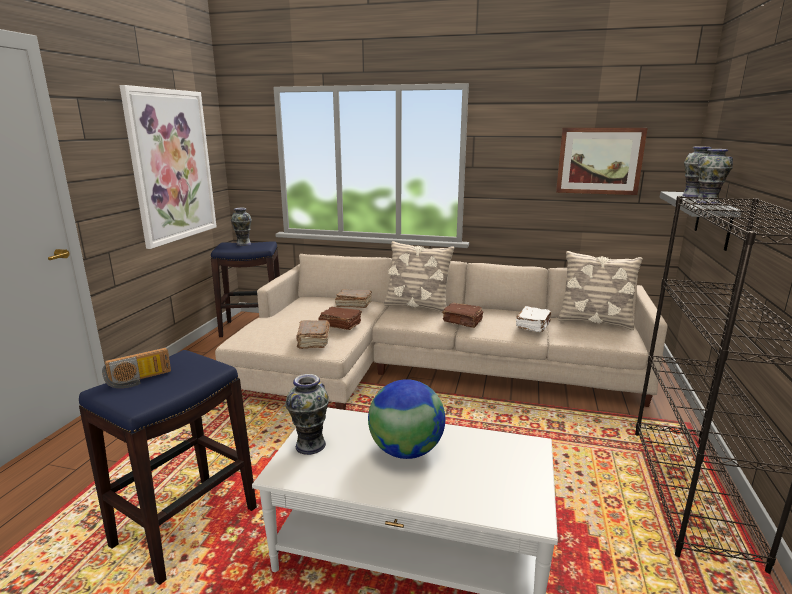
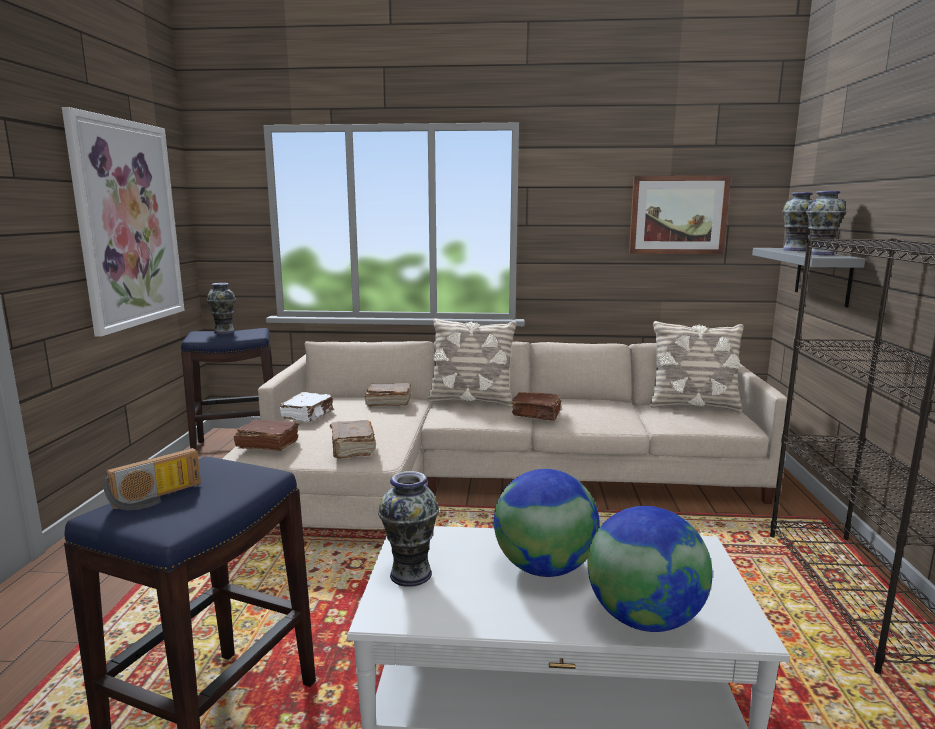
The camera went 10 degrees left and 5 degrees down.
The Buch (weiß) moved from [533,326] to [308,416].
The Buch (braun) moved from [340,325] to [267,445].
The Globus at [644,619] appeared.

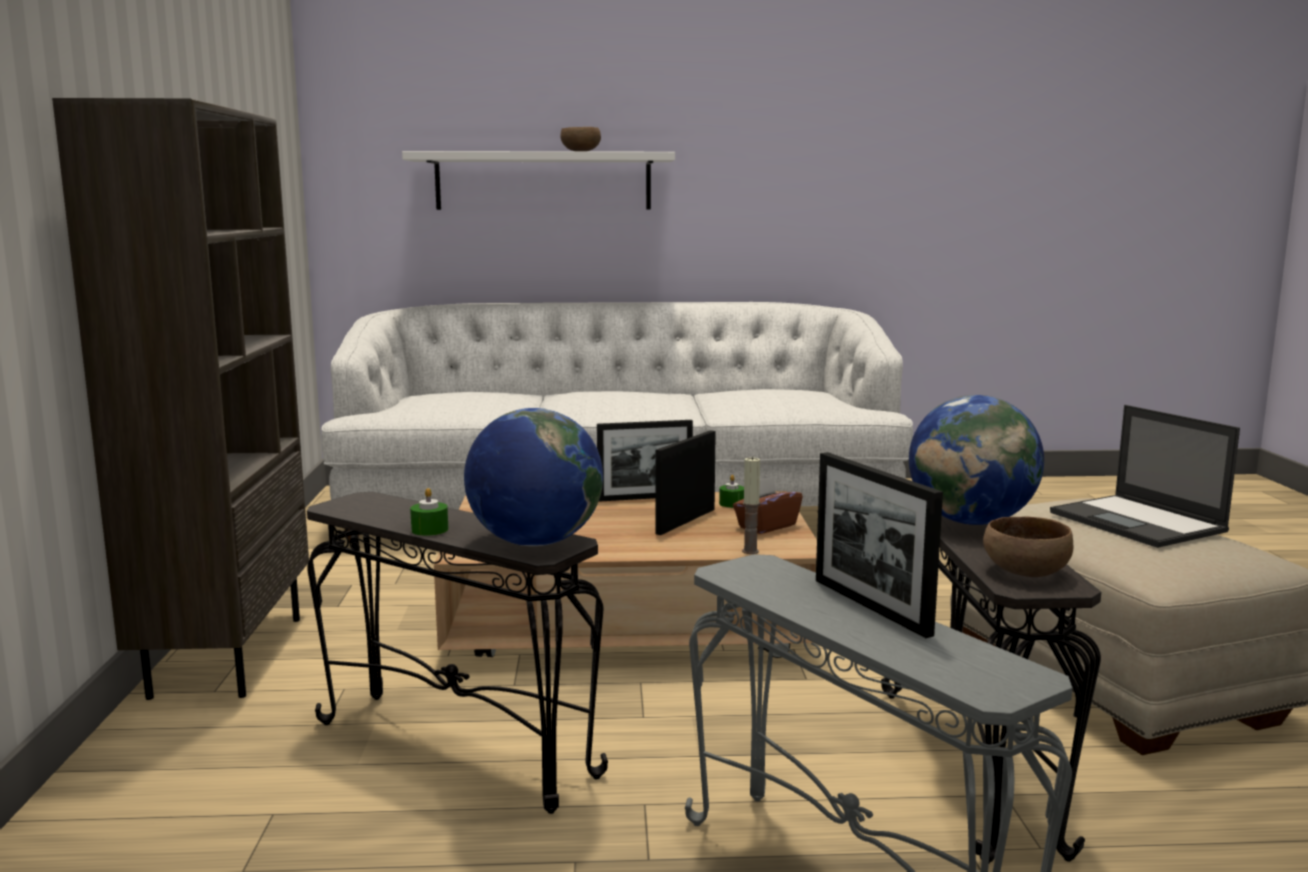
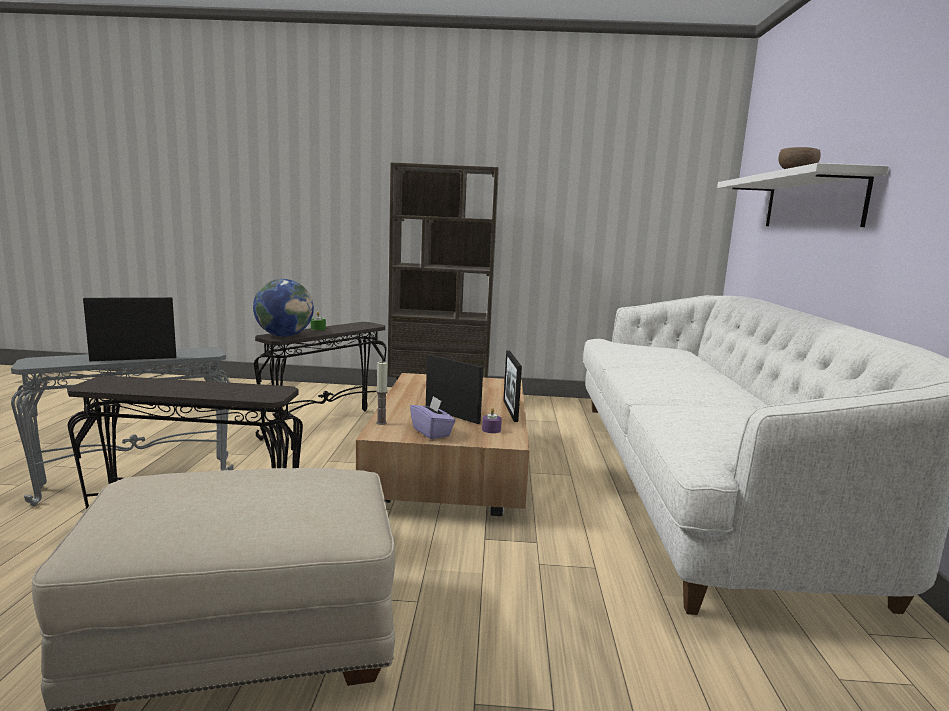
The camera went 95 degrees right and 0 degrees up.
The Globus at [971,521] disappeared.
The Laptop at [1138,522] disappeared.
The Kerze (grün) at [731,504] became the Kerze (lila) at [491,429].
The Taschentuchbox (braun) at [766,526] became the Taschentuchbox (lila) at [432,432].
The Schüssel (braun) at [1024,572] disappeared.

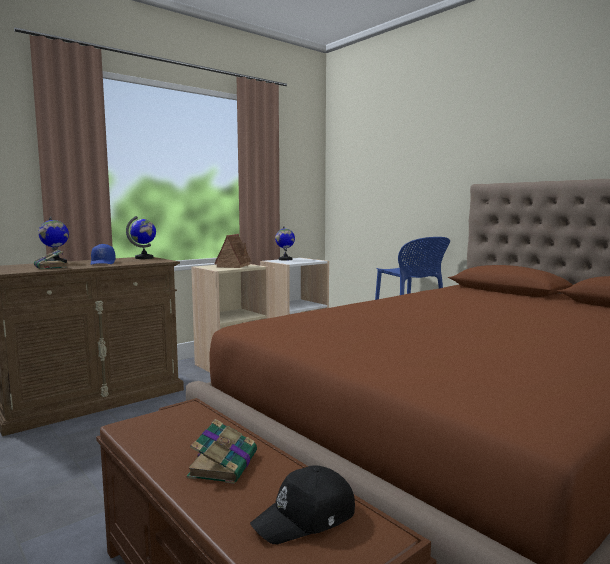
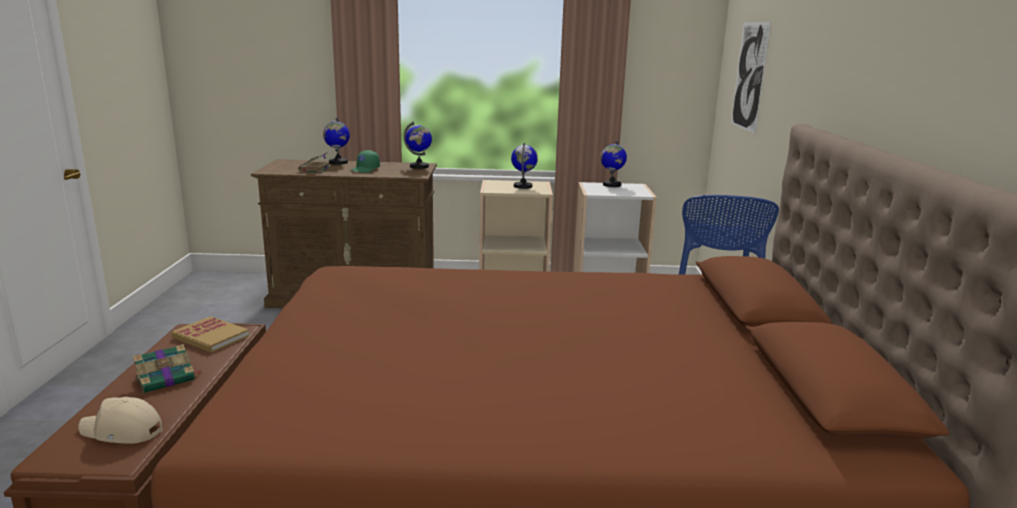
The camera went 40 degrees right and 10 degrees up.
The Spielzeughaus at [234,265] was replaced by the Globus at [523,186].
The Kappe (blau) at [103,263] became the Kappe (grün) at [365,169].
The Kappe (schwarz) at [306,518] became the Kappe (beige) at [122,431].
The Bild at [749,76] appeared.
The Buch at [211,337] appeared.

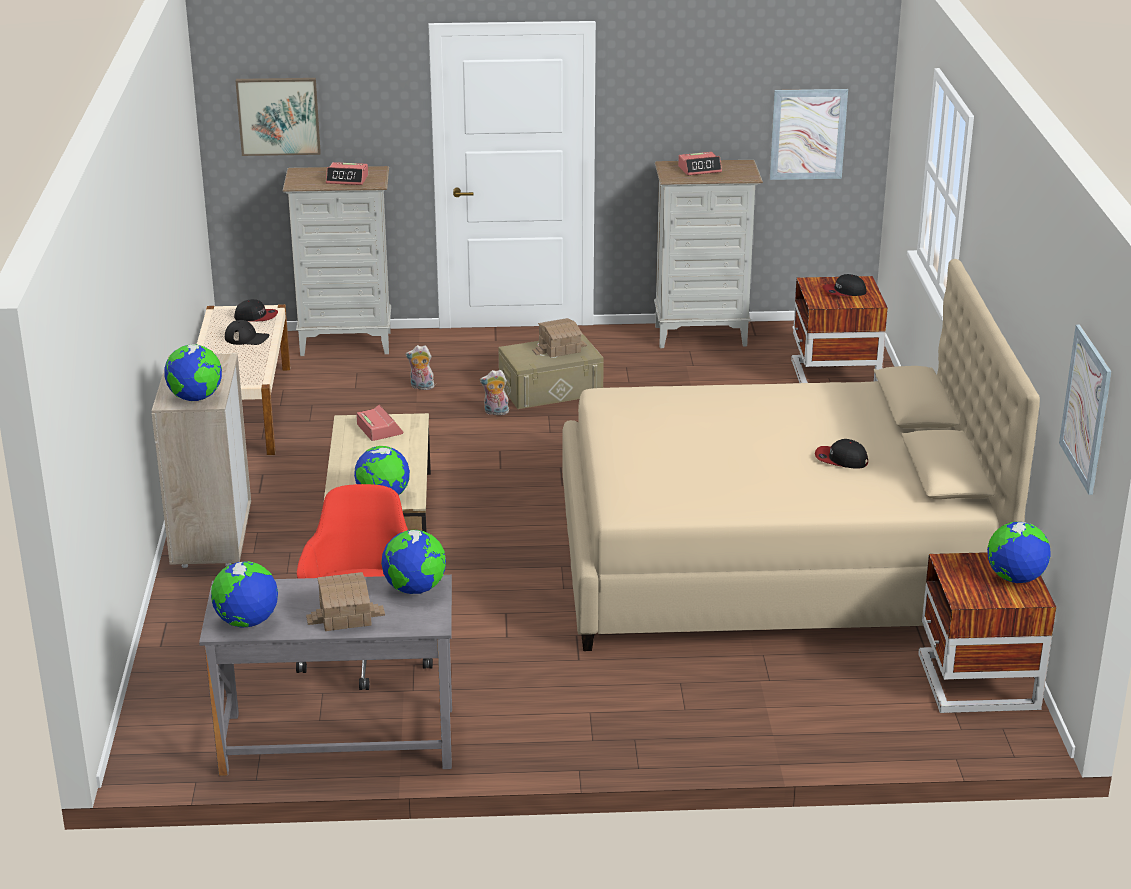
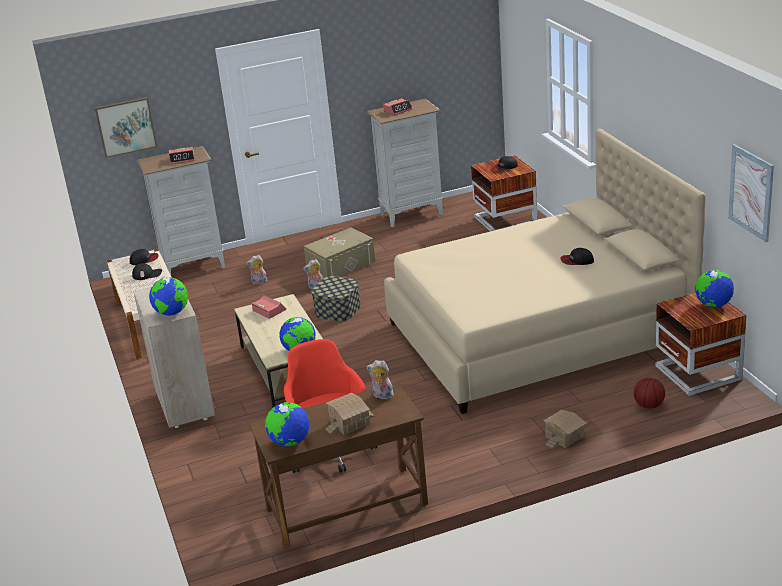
The camera went 15 degrees left and 0 degrees up.
The Bild at [808,134] disappeared.
The Spielzeughaus moved from [559,348] to [564,436].
The Globus at [415,589] was replaced by the Plüschtier at [381,396].
The Schreibtisch (grau) at [338,741] became the Schreibtisch (braun) at [346,507].
The Aufbewahrungsbox at [337,310] appeared.
The Basketball at [649,405] appeared.

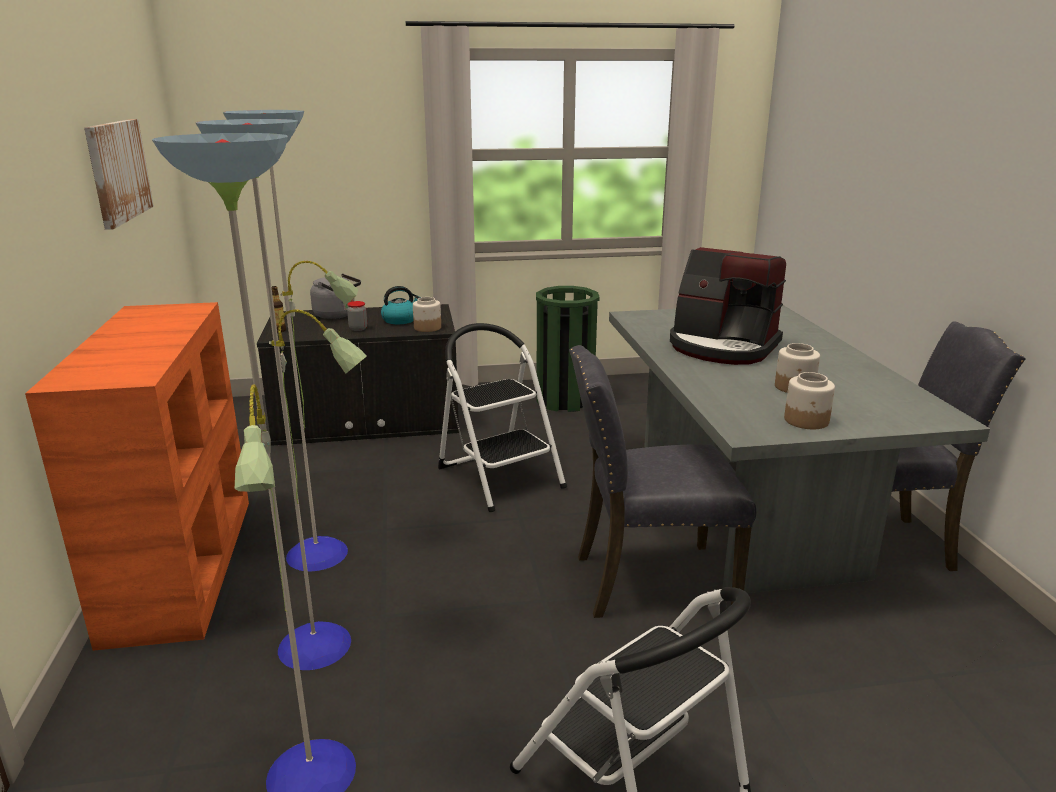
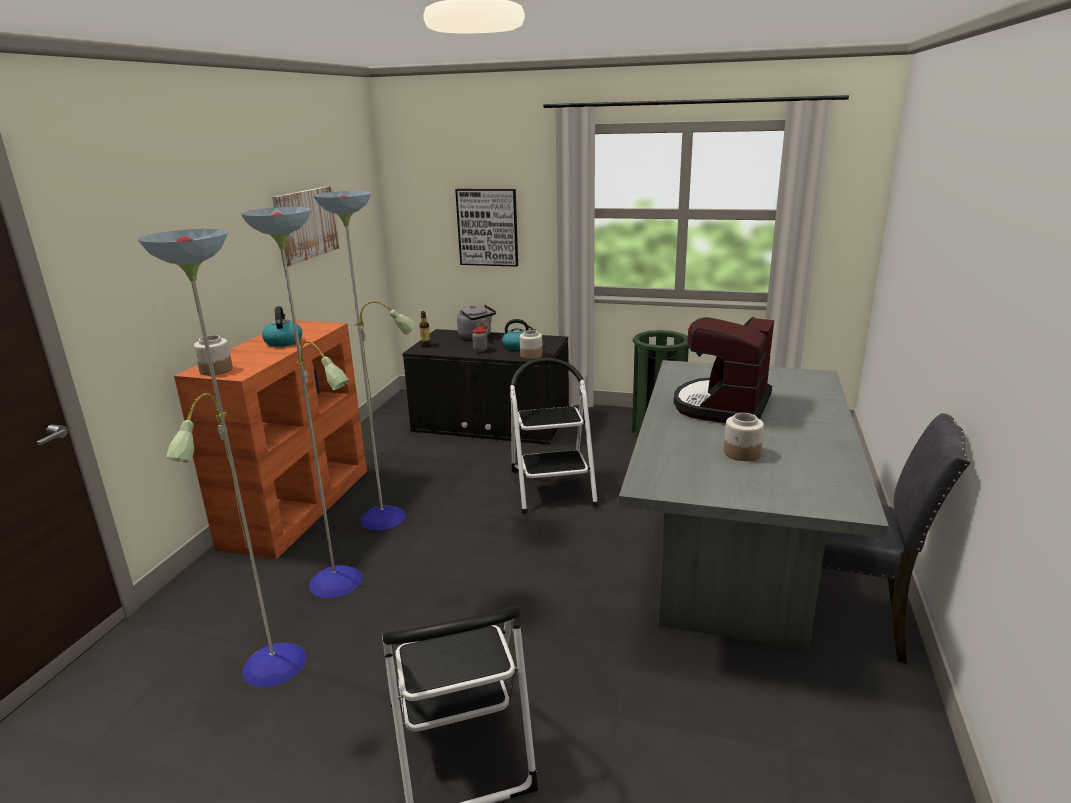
The camera went 25 degrees right and 0 degrees up.
The Kaffeemaschine at [722,347] turned 60 degrees clockwise.
The Stuhl (grau) at [648,582] disappeared.
The Vorratsglas moved from [806,421] to [216,370].
The Bild at [488,227] appeared.
The Wasserkessel at [283,342] appeared.

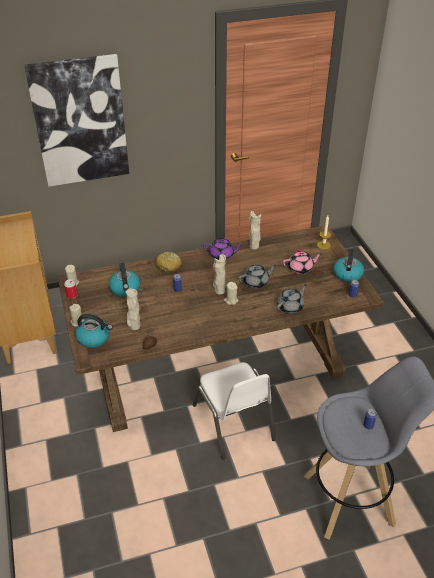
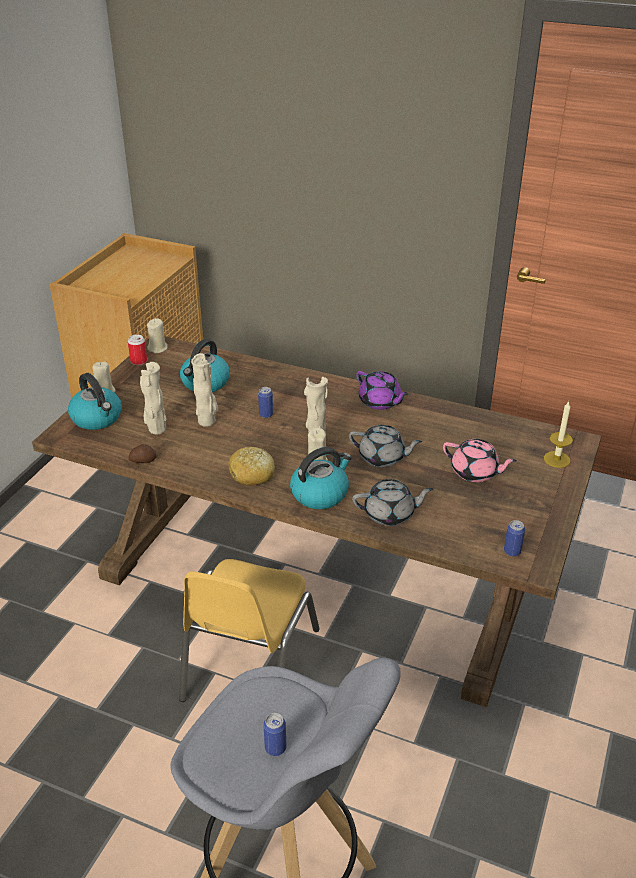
The camera went 40 degrees right and 5 degrees down.
The Bild at [80,122] disappeared.
The Vase (beige) moved from [254,246] to [207,422].
The Wasserkessel moved from [347,274] to [320,493].
The Brot moved from [169,266] to [252,474].
The Stuhl (weiß) at [233,422] became the Stuhl (gelb) at [249,664].

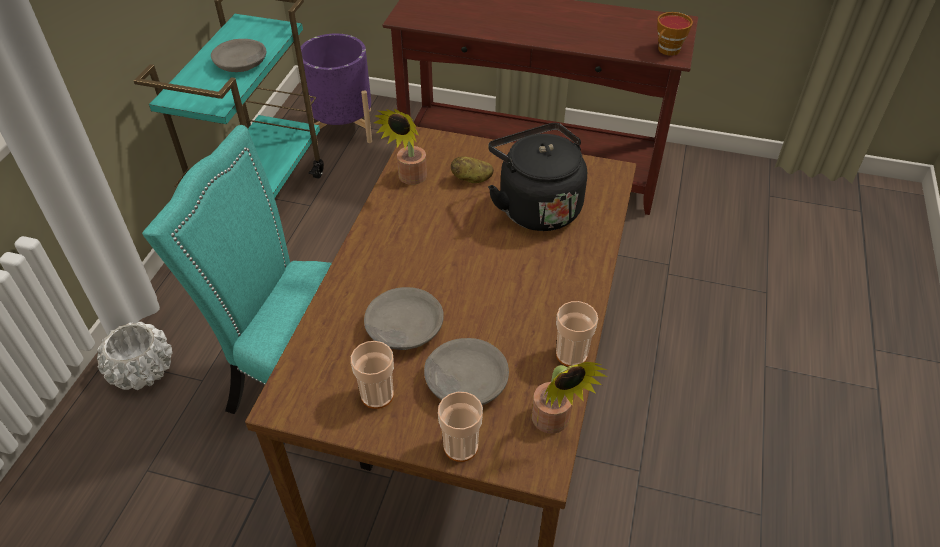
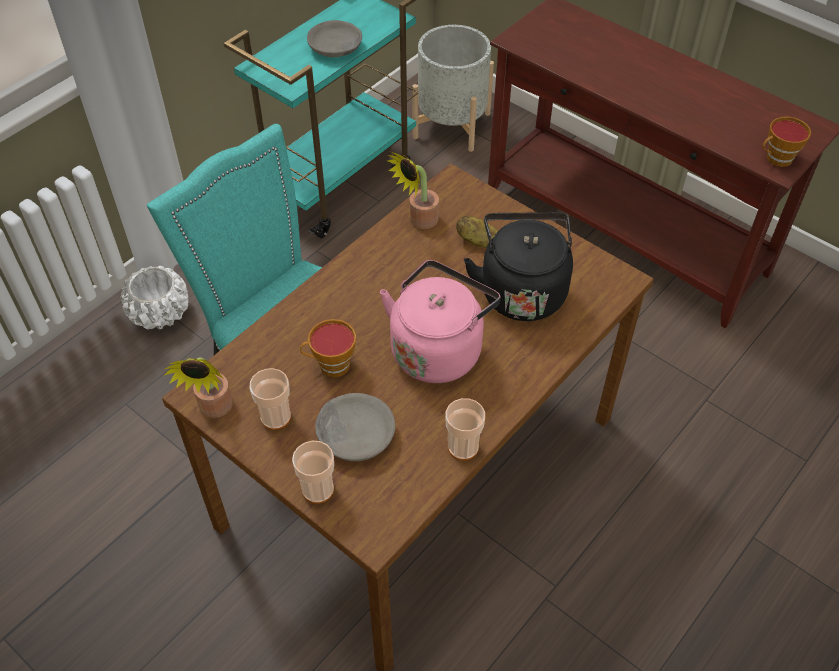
The camera went 25 degrees right and 5 degrees up.
The Pflanzkübel (lila) at [342,127] became the Pflanzkübel (grau) at [451,125].
The Schüssel (grau) at [403,328] was replaced by the Tasse at [330,365].
The Topfpflanze moved from [554,424] to [214,410].
The Wasserkessel (rosa) at [438,349] appeared.

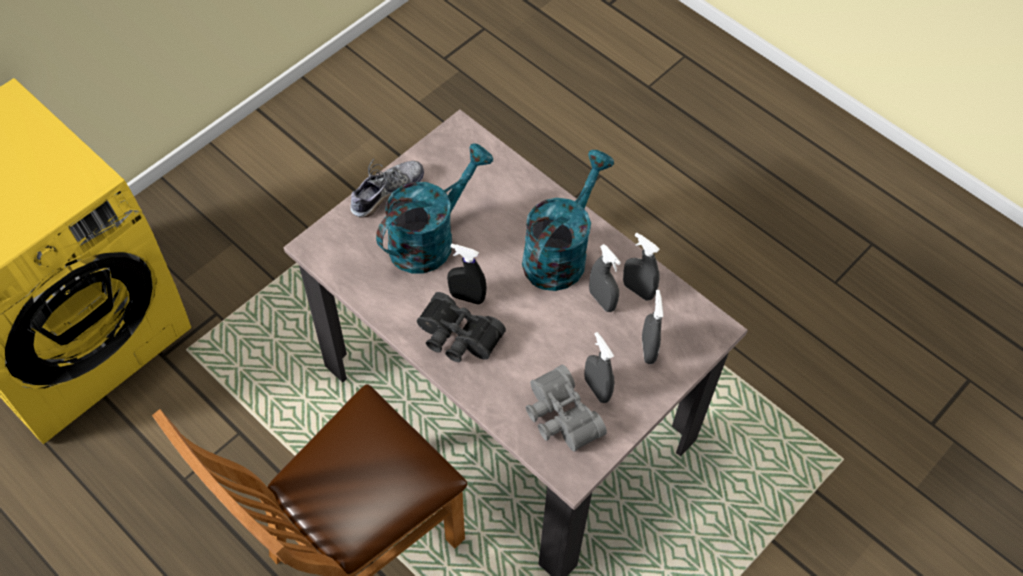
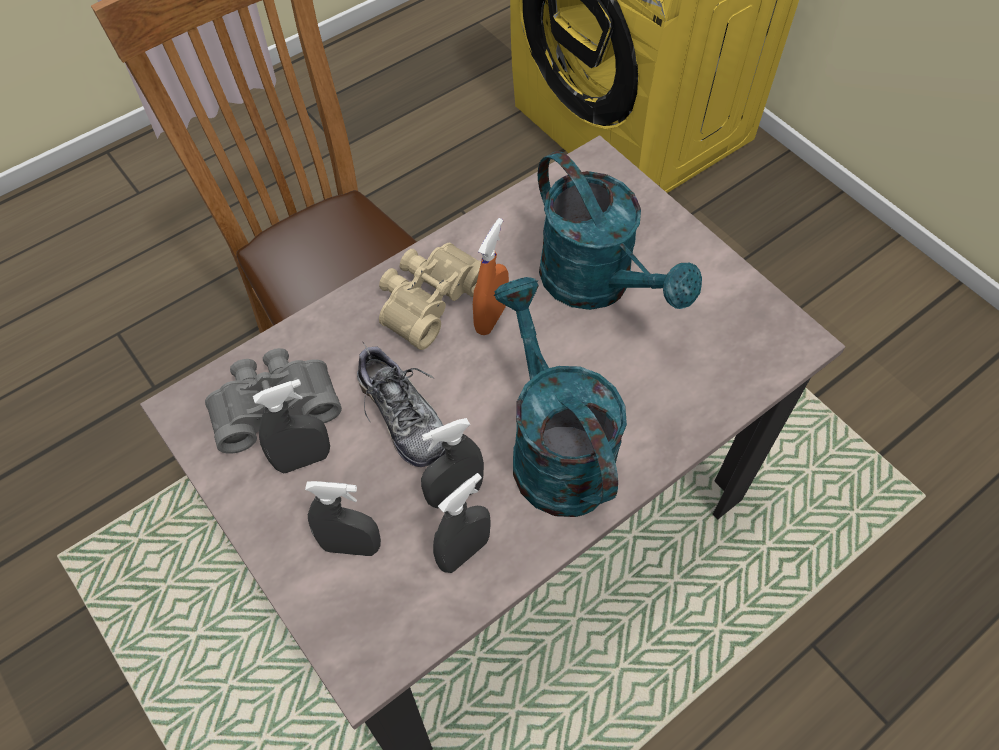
The camera went 100 degrees right and 0 degrees up.
The Gießkanne (türkis) at [560,252] turned 150 degrees counterclockwise.
The Schuh moved from [386,193] to [402,415].
The Sprühflasche (schwarz) at [467,297] became the Sprühflasche (orange) at [491,318].
The Fernglas (schwarz) at [457,338] became the Fernglas (beige) at [427,299].

